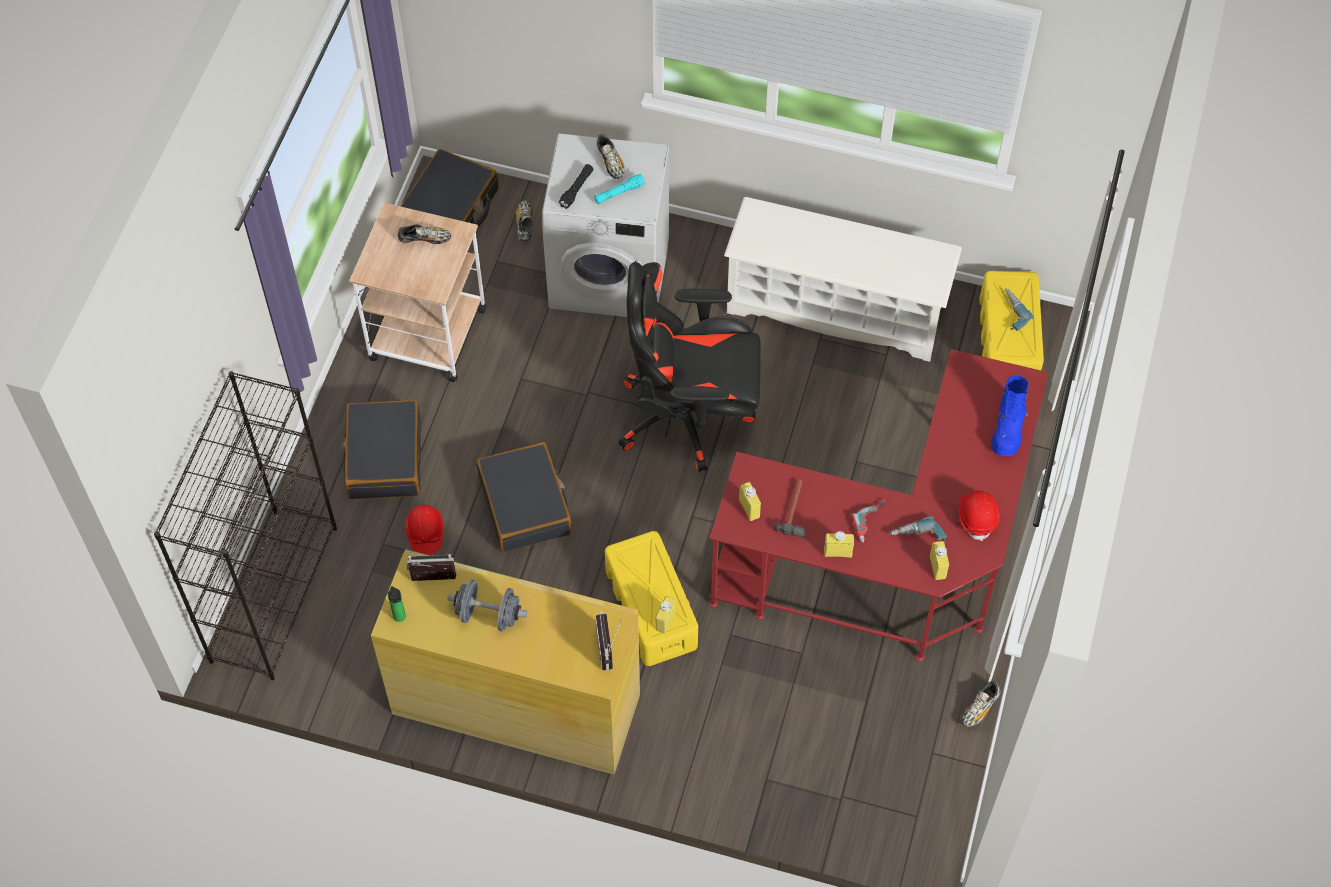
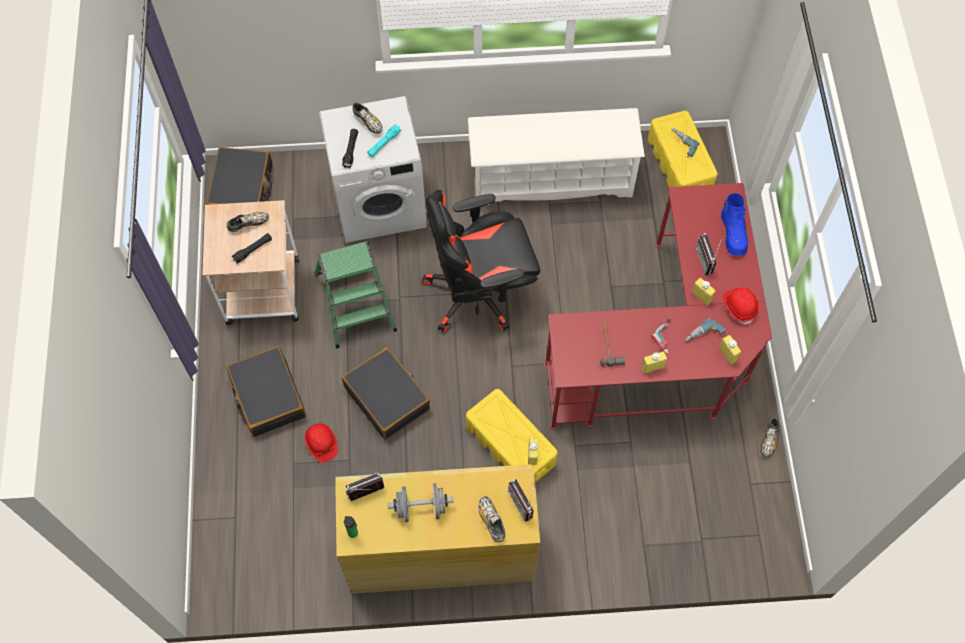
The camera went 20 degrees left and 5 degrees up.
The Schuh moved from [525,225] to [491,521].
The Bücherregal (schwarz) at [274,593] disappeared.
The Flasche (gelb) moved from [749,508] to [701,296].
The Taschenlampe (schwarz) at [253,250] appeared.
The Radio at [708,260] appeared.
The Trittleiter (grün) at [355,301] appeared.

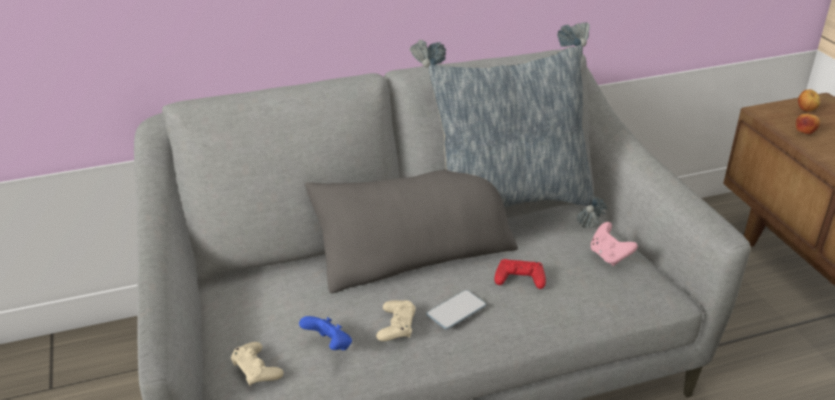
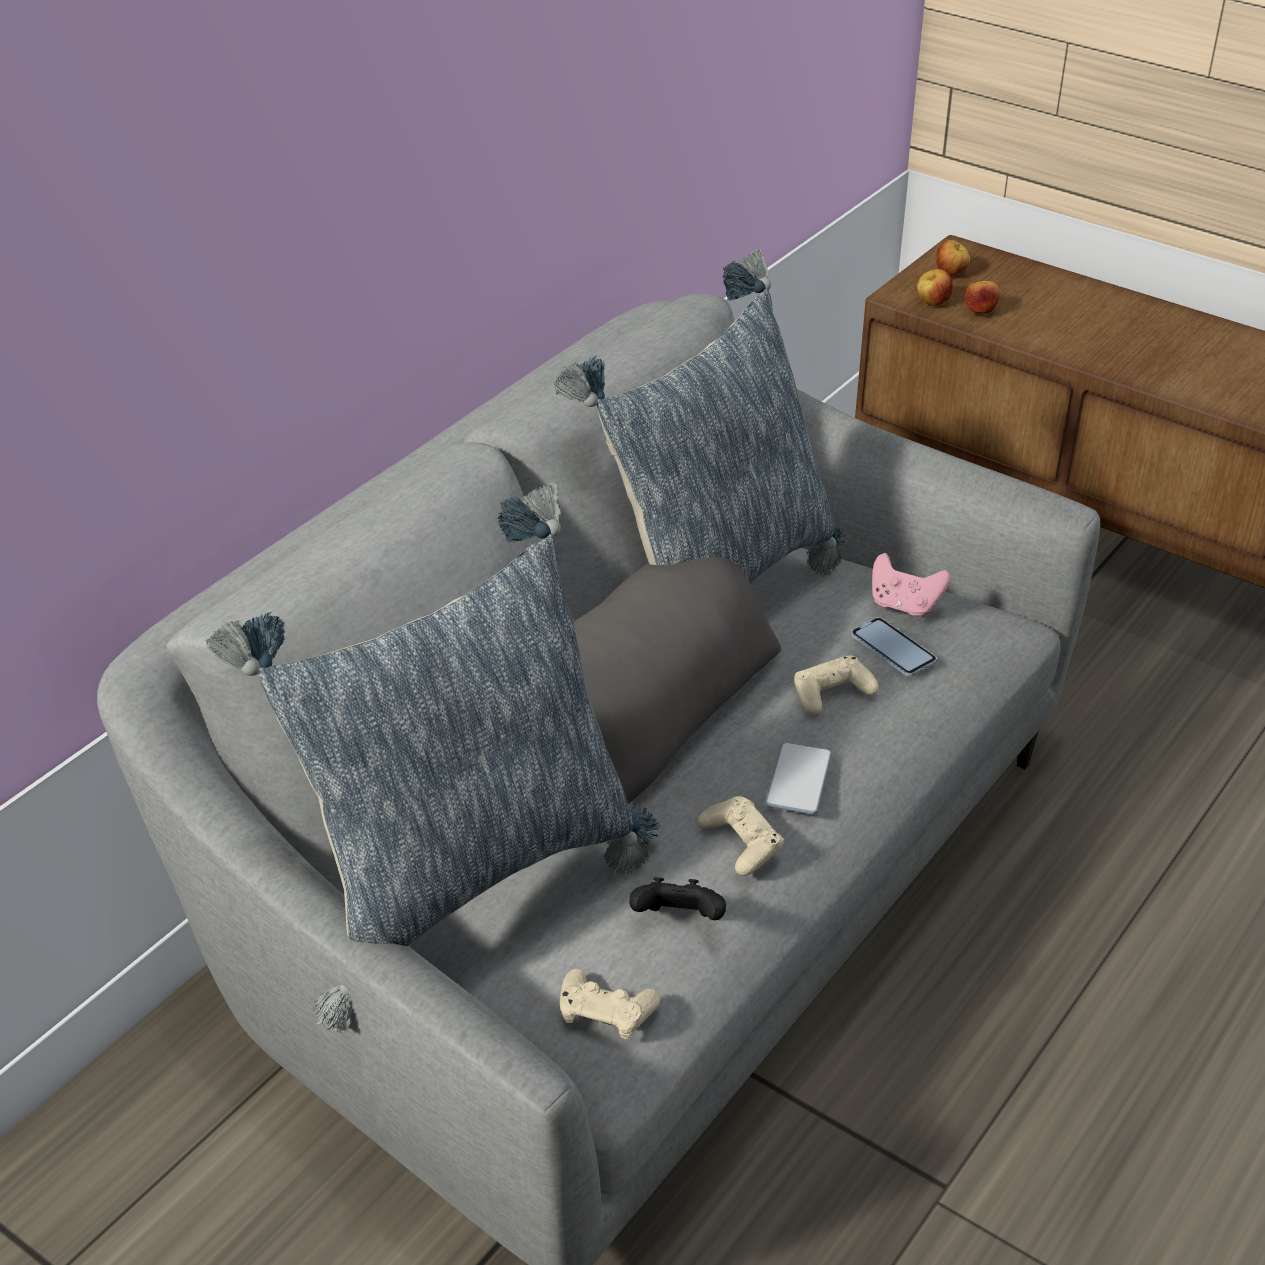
The camera went 35 degrees left and 5 degrees up.
The Gamepad (rot) at [520,279] became the Gamepad (beige) at [832,693].
The Gamepad (blau) at [329,346] became the Gamepad (schwarz) at [678,921].
The Apfel at [932,303] appeared.
The Kissen at [460,902] appeared.
The Handy at [893,649] appeared.

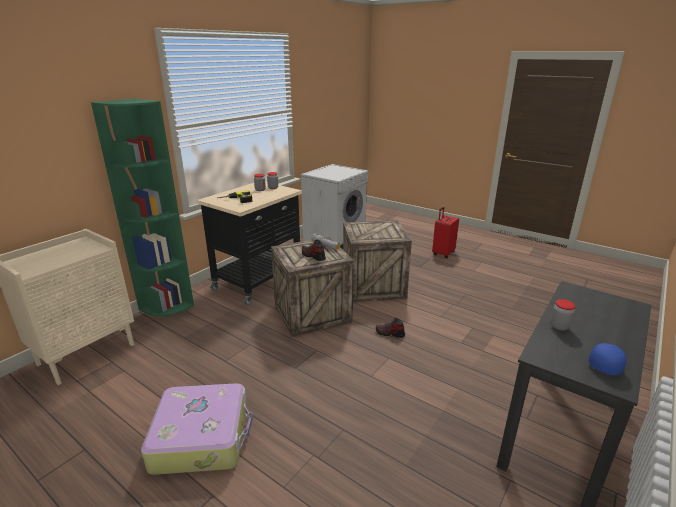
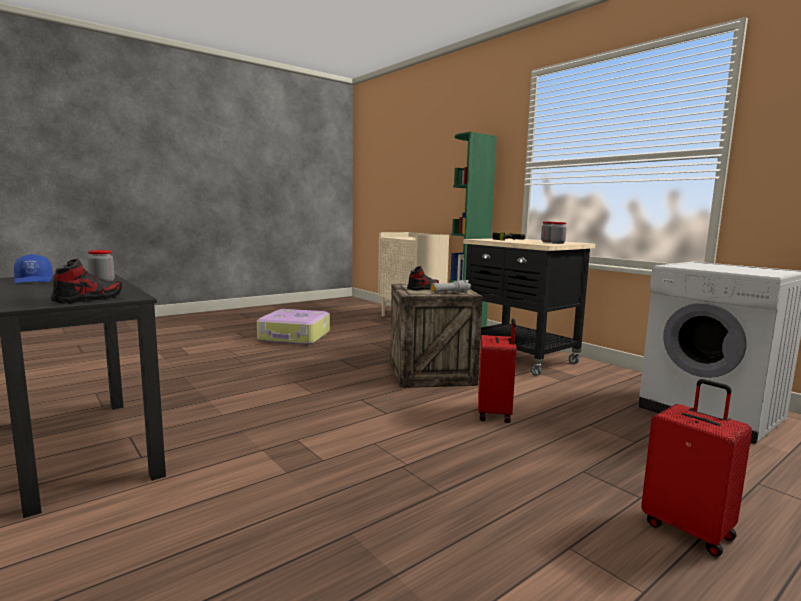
The camera went 105 degrees right and 15 degrees down.
The Kiste at [374,286] was replaced by the Koffer (rot) at [495,413].
The Schuh moved from [390,333] to [88,299].

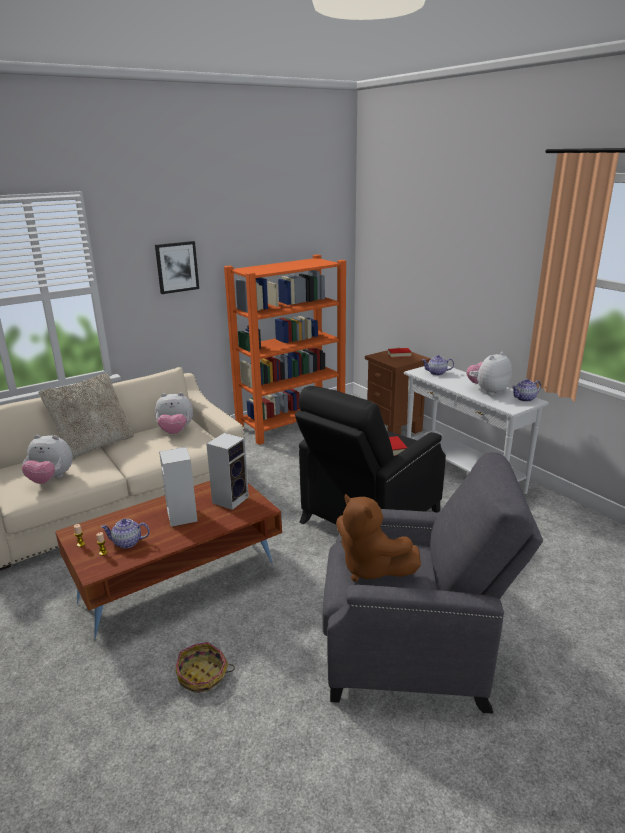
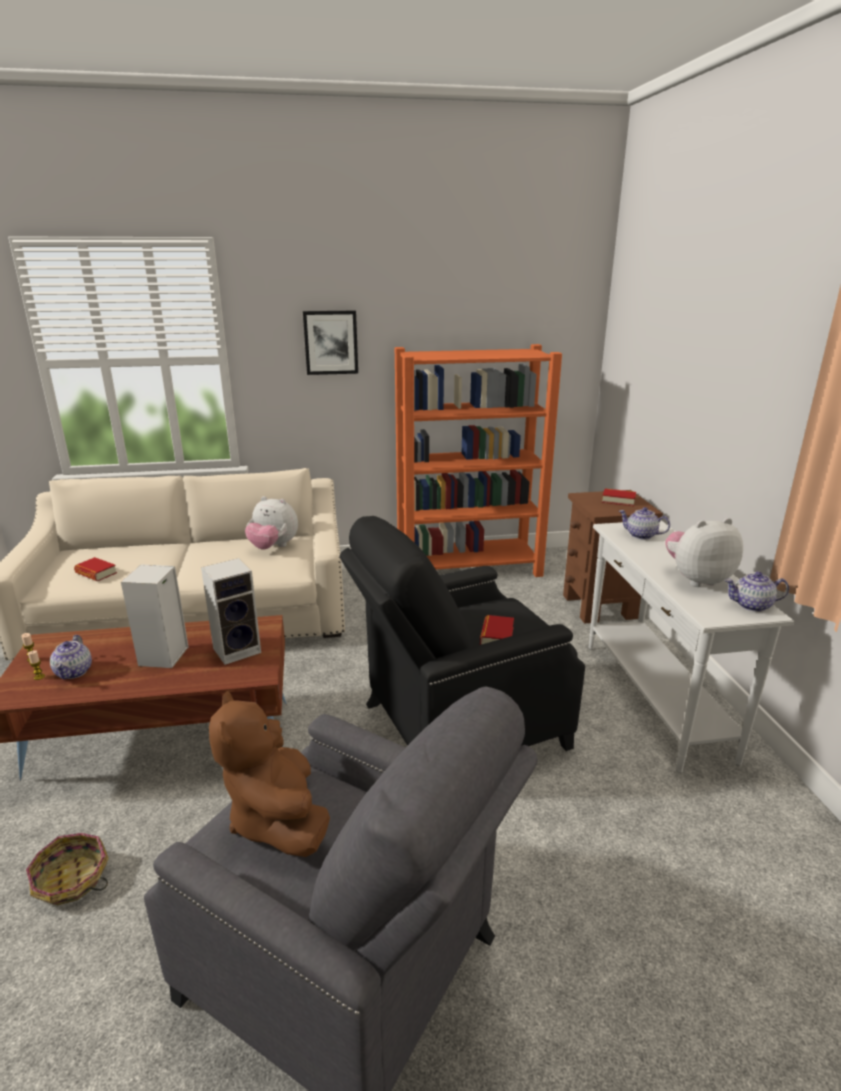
The camera went 25 degrees right and 0 degrees up.
The Kissen (beige) at [94,444] disappeared.
The Plüschtier at [51,479] was replaced by the Buch at [96,573].
The Teekanne at [127,543] turned 120 degrees counterclockwise.

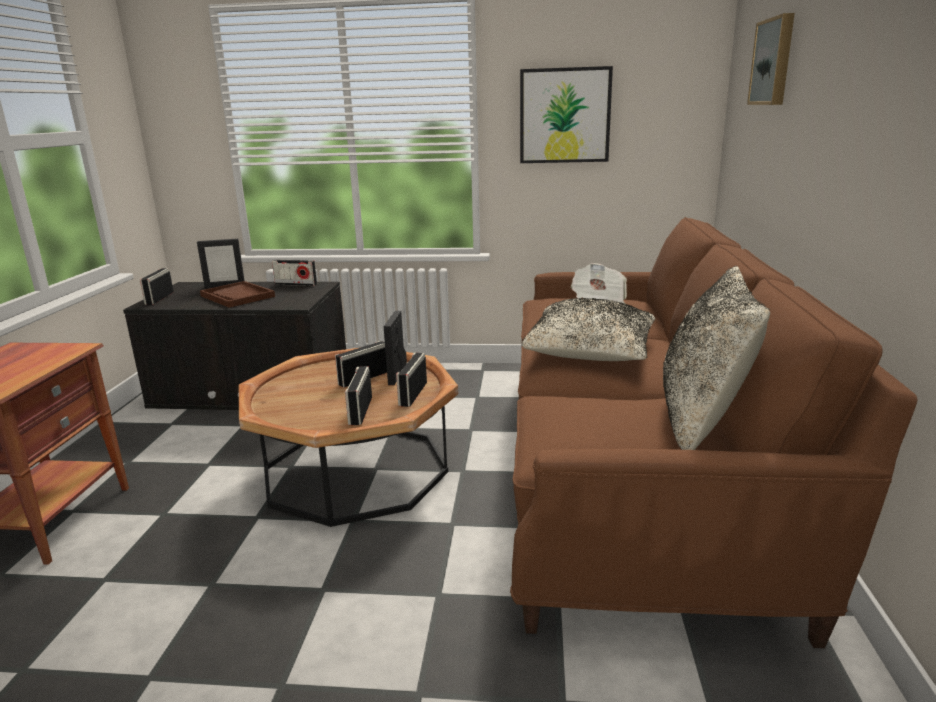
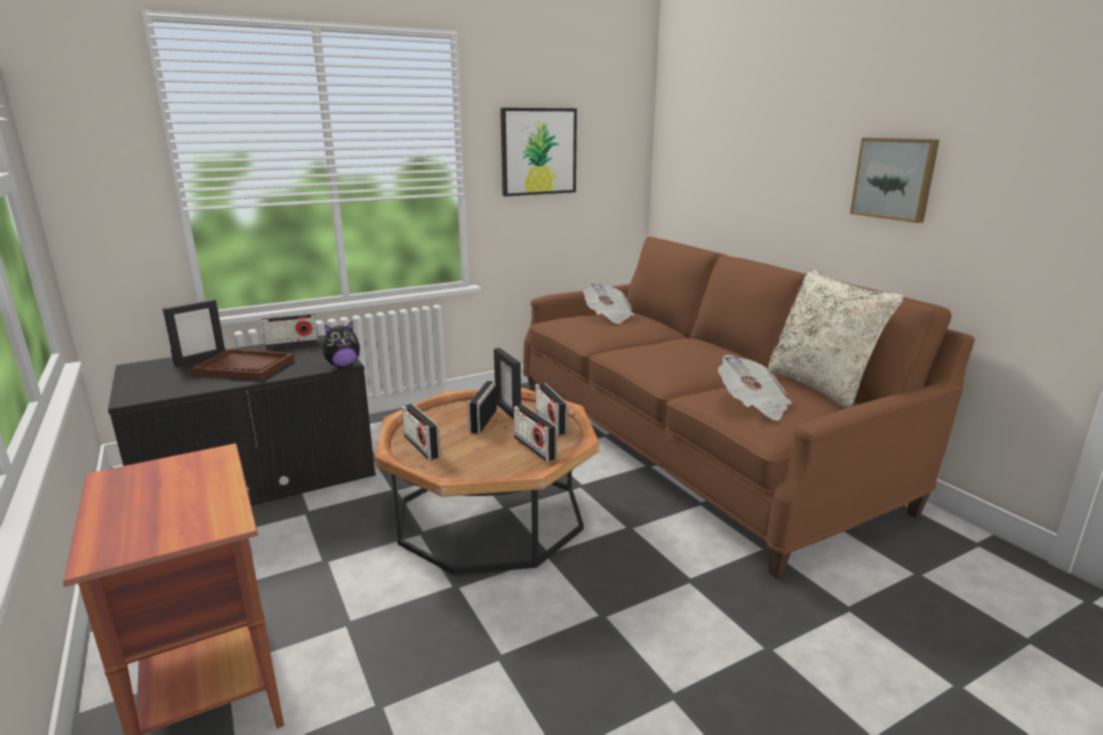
The camera went 35 degrees left and 0 degrees up.
The Bild moved from [774,62] to [894,178].
The Radio moved from [159,298] to [421,446].
The Kissen (beige) at [589,349] disappeared.
The Plüschtier at [343,365] appeared.
The Zeitung at [753,405] appeared.

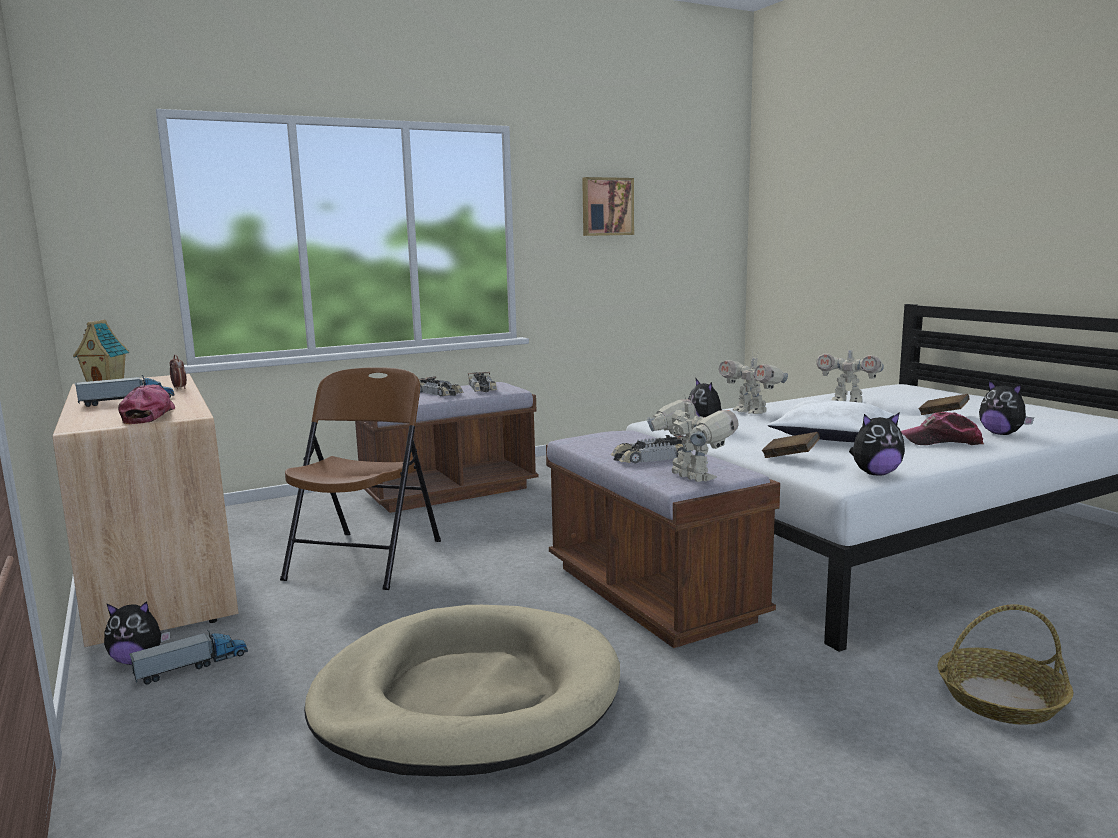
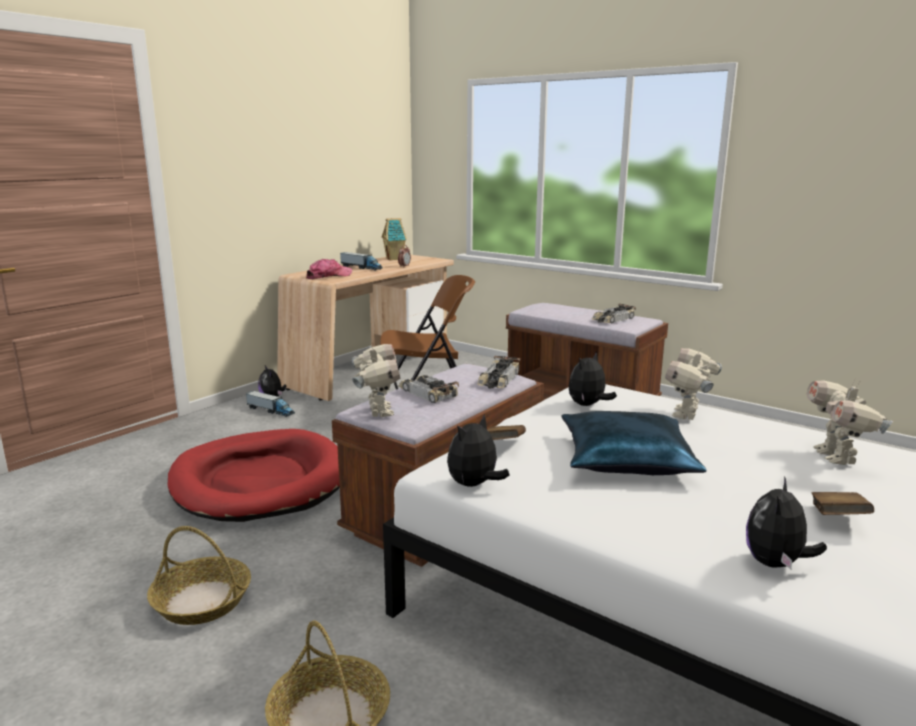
The camera went 65 degrees right and 5 degrees up.
The Bild at [606,206] disappeared.
The Spielzeugauto moved from [440,393] to [498,379].
The Spielzeugroboter at [690,478] turned 45 degrees counterclockwise.
The Kissen (weiß) at [833,436] became the Kissen (blau) at [626,460].
The Plüschtier at [875,474] turned 75 degrees clockwise.
The Kappe at [942,441] disappeared.
The Hundebett (beige) at [467,698] became the Hundebett (rot) at [259,481].
The Korb at [201,601] appeared.

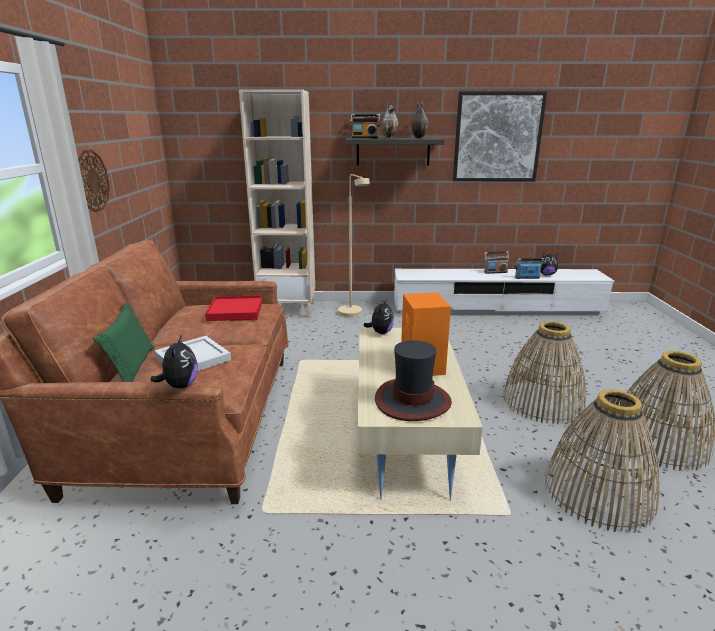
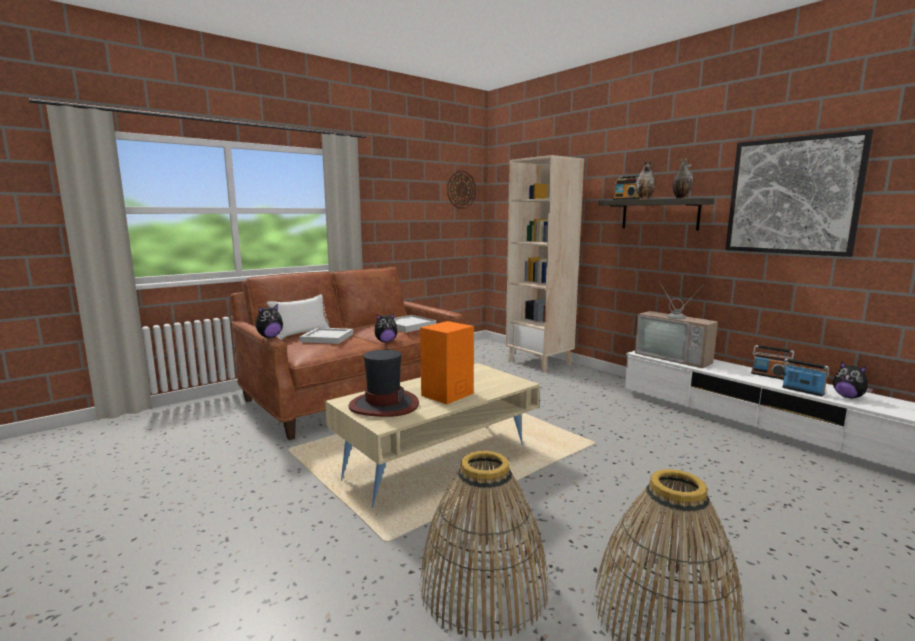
The camera went 50 degrees right and 10 degrees down.
The Wanduhr moved from [92,181] to [461,189].
The Stehlampe (beige) at [353,315] disappeared.
The Tablett (rot) at [235,311] became the Tablett (weiß) at [408,326].
The Plüschtier moved from [380,332] to [386,341].
The Kissen (grün) at [132,368] became the Kissen (weiß) at [301,334].
The Korb at [542,402] disappeared.
The Fernseher at [675,357] appeared.

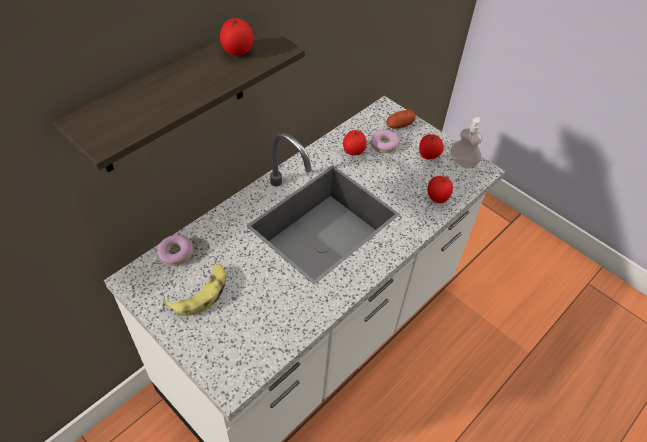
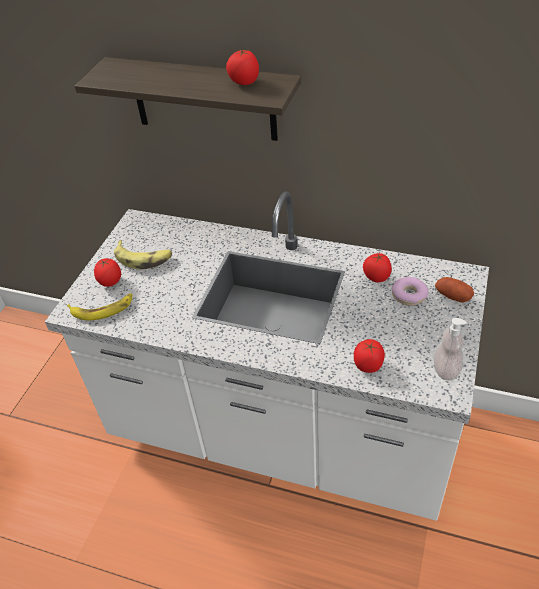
The camera went 70 degrees right and 5 degrees down.
The Tomate moved from [428,156] to [110,282].
The Donut at [176,253] disappeared.
The Banane at [102,309] appeared.

